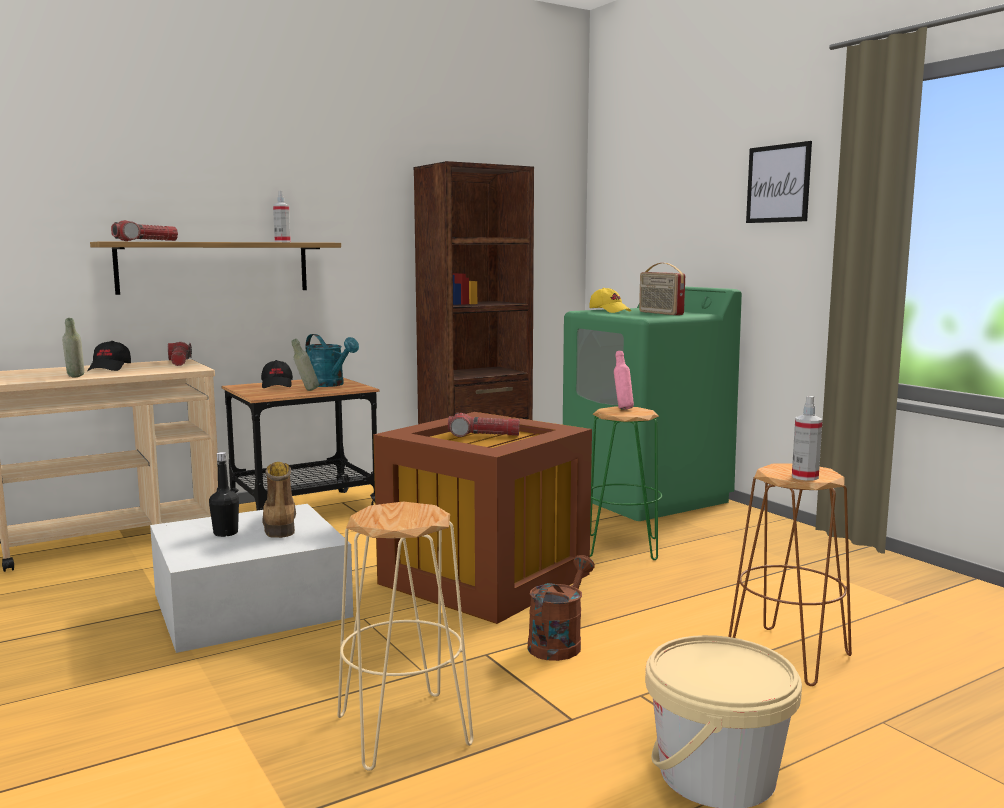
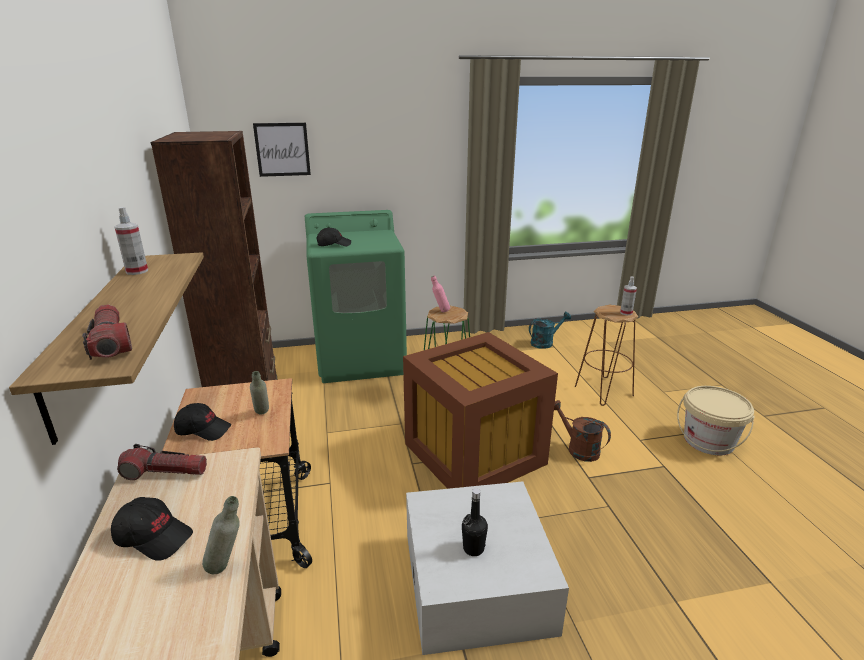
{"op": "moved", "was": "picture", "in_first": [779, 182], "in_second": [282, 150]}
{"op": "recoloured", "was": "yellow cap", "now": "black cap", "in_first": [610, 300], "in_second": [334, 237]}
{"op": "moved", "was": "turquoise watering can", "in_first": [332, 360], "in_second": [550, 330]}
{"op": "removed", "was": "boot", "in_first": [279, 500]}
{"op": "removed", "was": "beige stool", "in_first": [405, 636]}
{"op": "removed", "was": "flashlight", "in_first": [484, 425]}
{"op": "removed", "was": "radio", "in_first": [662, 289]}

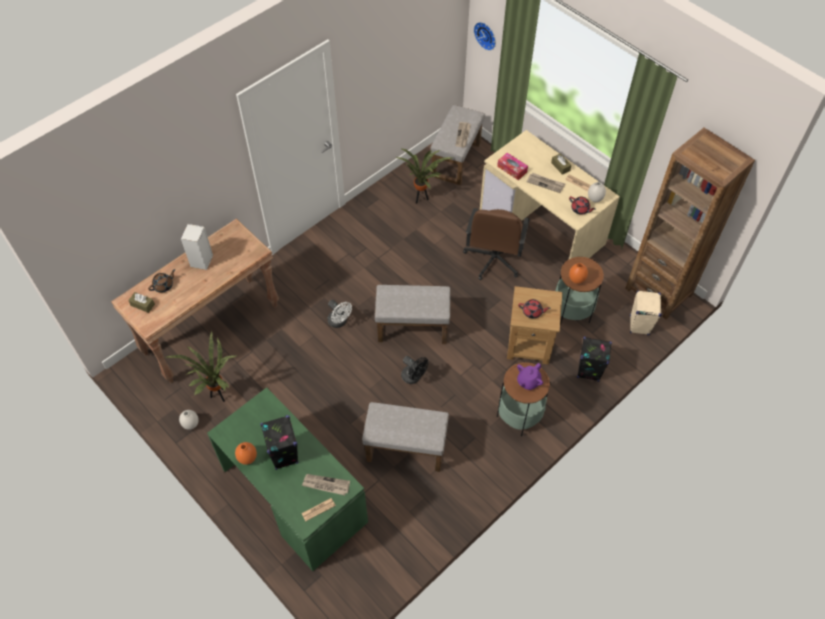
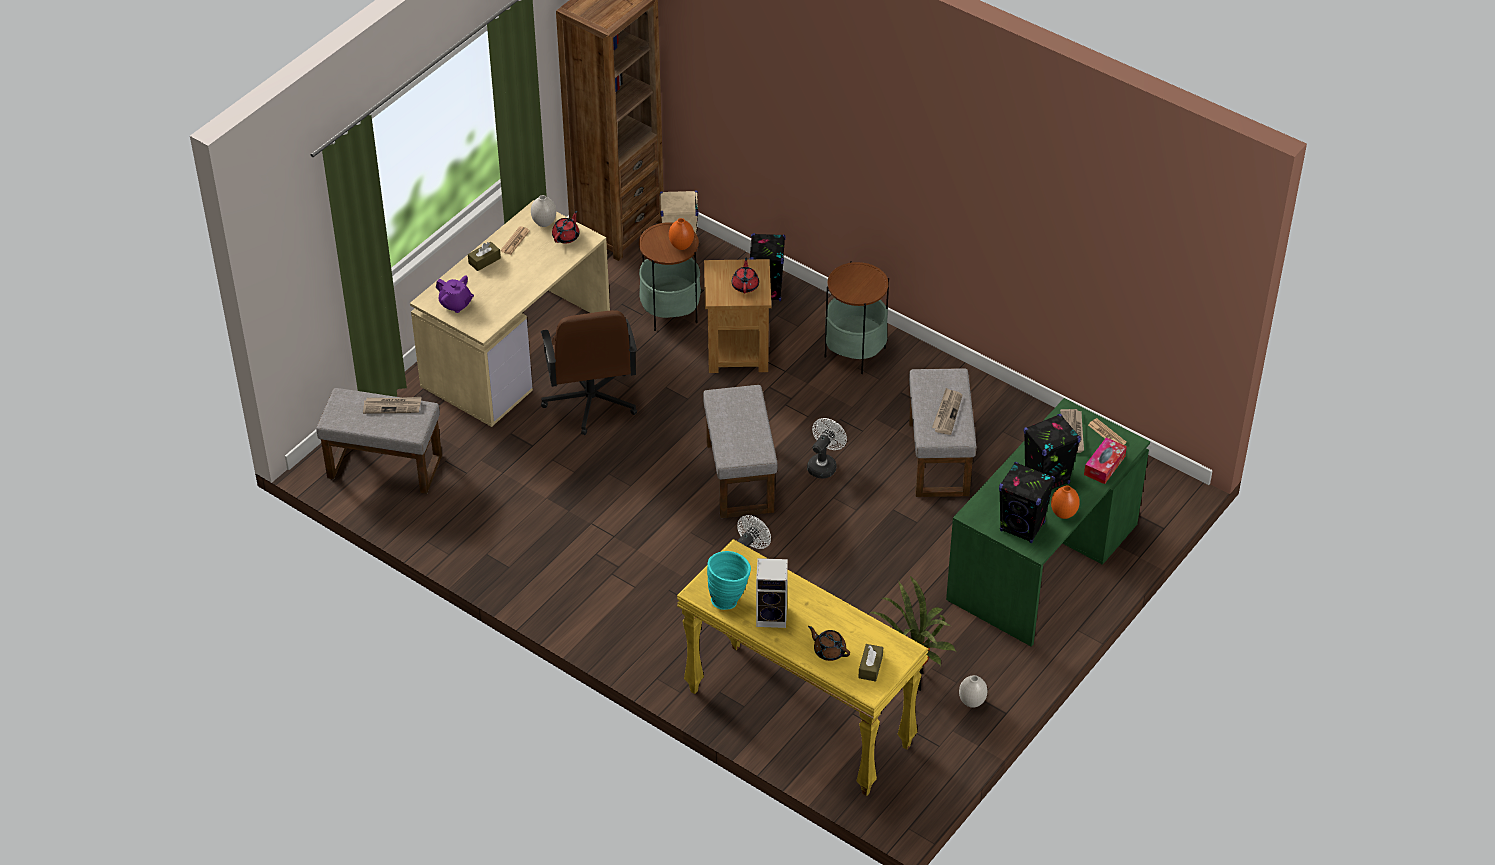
{"op": "moved", "was": "purple teapot", "in_first": [530, 376], "in_second": [455, 294]}
{"op": "turned", "was": "brown office chair", "in_first": [496, 244], "in_second": [588, 372], "clockwise": 75}
{"op": "recoloured", "was": "brown console table", "now": "yellow console table", "in_first": [195, 301], "in_second": [803, 667]}
{"op": "added", "now": "turquoise vase", "in_second": [729, 580]}
{"op": "recoloured", "was": "black fan", "now": "white fan", "in_first": [414, 370], "in_second": [827, 448]}
{"op": "moved", "was": "newspaper", "in_first": [546, 183], "in_second": [947, 411]}
{"op": "added", "now": "black speaker", "in_second": [1027, 502]}
{"op": "moved", "was": "tissue box", "in_first": [512, 166], "in_second": [1105, 460]}
{"op": "removed", "was": "potted plant", "in_first": [423, 176]}
{"op": "removed", "was": "wall clock", "in_first": [485, 36]}

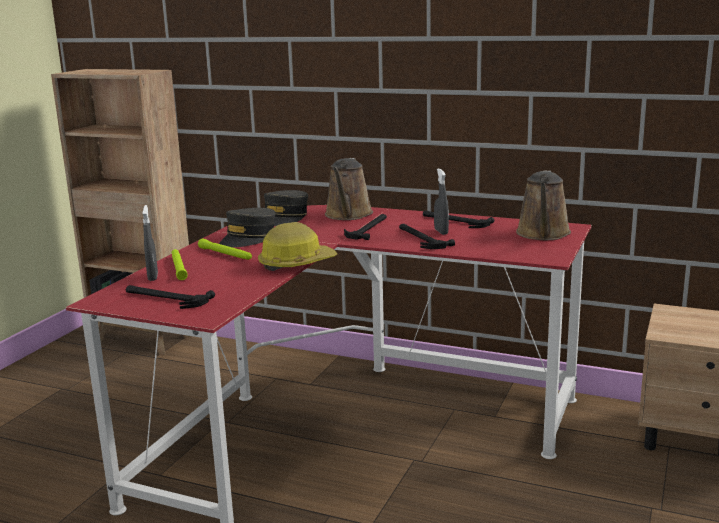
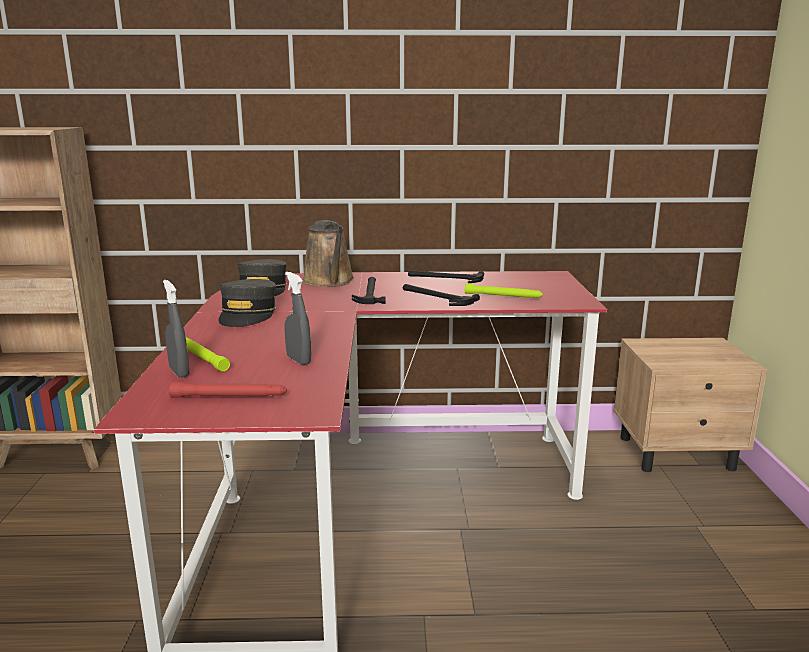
{"op": "replaced", "was": "hammer", "now": "red flashlight", "in_first": [170, 297], "in_second": [228, 389]}
{"op": "moved", "was": "grey spray bottle", "in_first": [441, 201], "in_second": [297, 318]}
{"op": "moved", "was": "green flashlight", "in_first": [225, 249], "in_second": [504, 291]}
{"op": "removed", "was": "hard hat", "in_first": [297, 246]}
{"op": "removed", "was": "brown watering can", "in_first": [543, 205]}

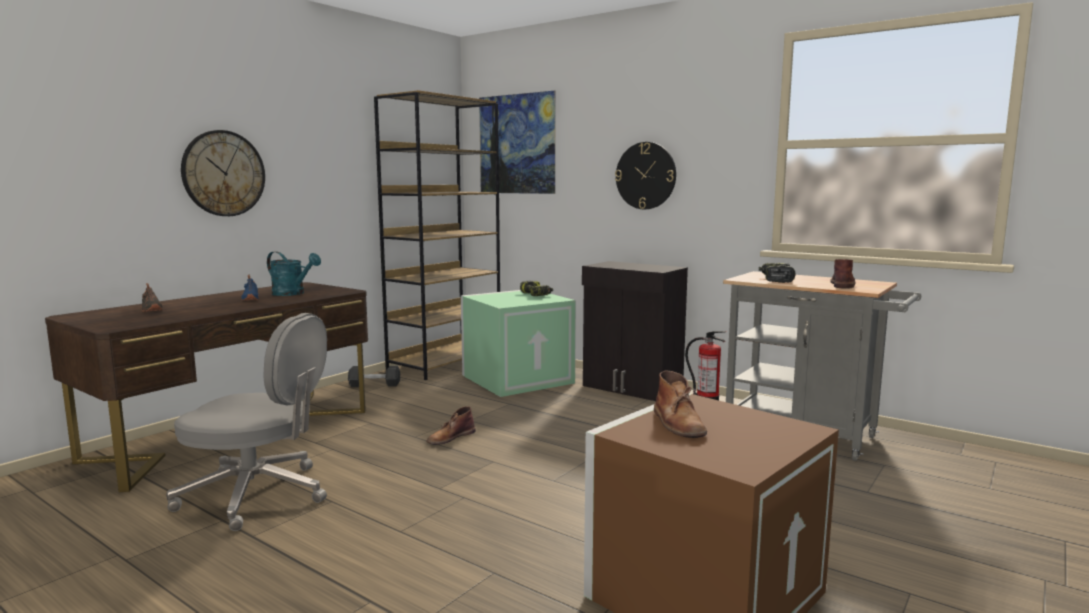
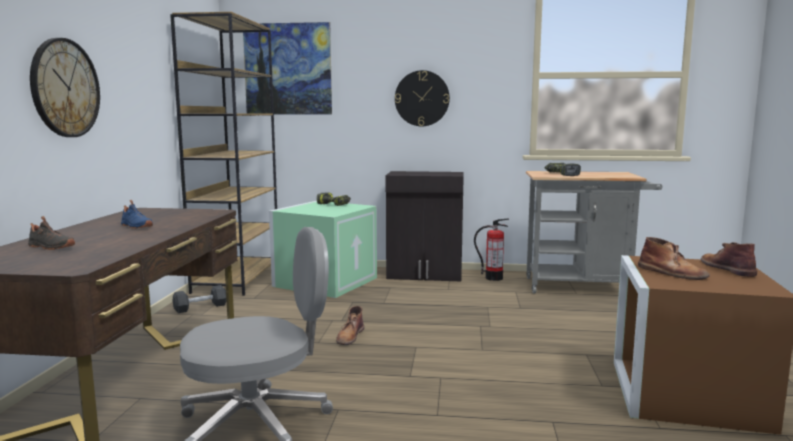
{"op": "moved", "was": "brown boot", "in_first": [843, 274], "in_second": [729, 259]}
{"op": "removed", "was": "turquoise watering can", "in_first": [294, 273]}

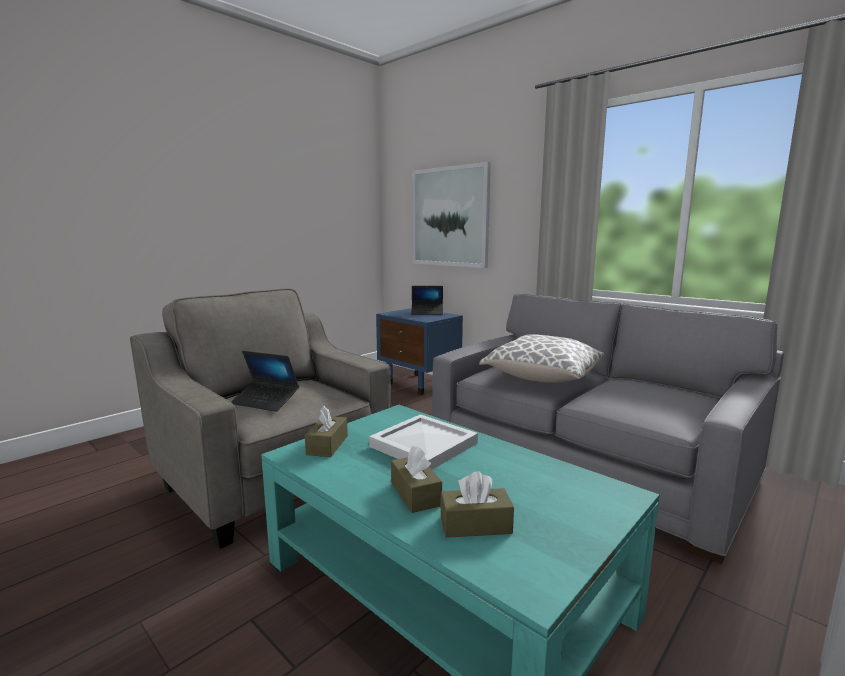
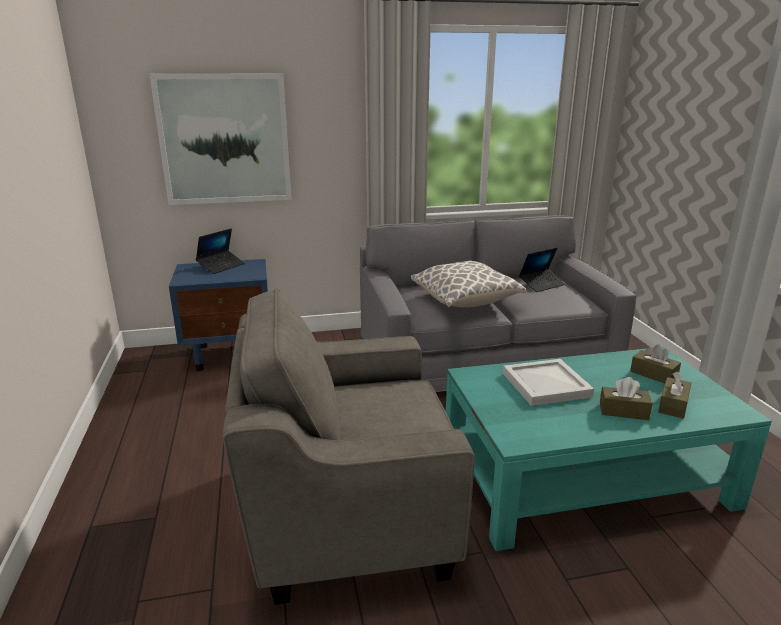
{"op": "moved", "was": "laptop", "in_first": [265, 381], "in_second": [542, 270]}
{"op": "moved", "was": "brown tissue box", "in_first": [326, 431], "in_second": [655, 363]}

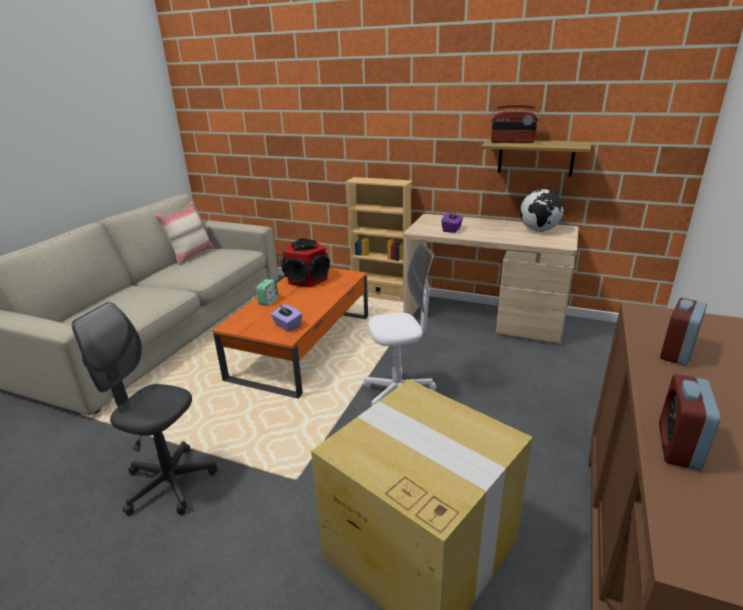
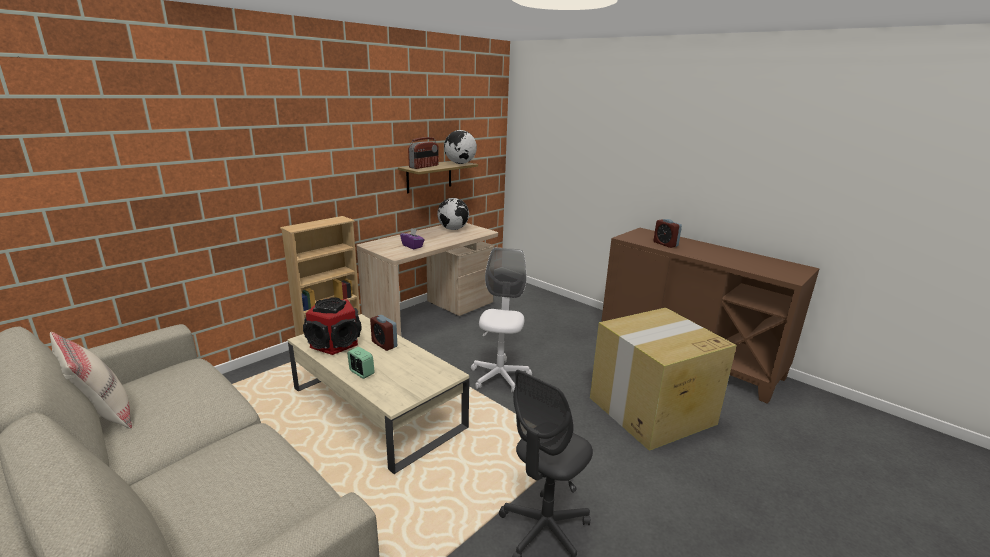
{"op": "recoloured", "was": "orange coffee table", "now": "beige coffee table", "in_first": [290, 333], "in_second": [378, 394]}
{"op": "moved", "was": "alarm clock", "in_first": [690, 422], "in_second": [383, 333]}
{"op": "added", "now": "globe", "in_second": [460, 147]}
{"op": "removed", "was": "purple tissue box", "in_first": [286, 317]}

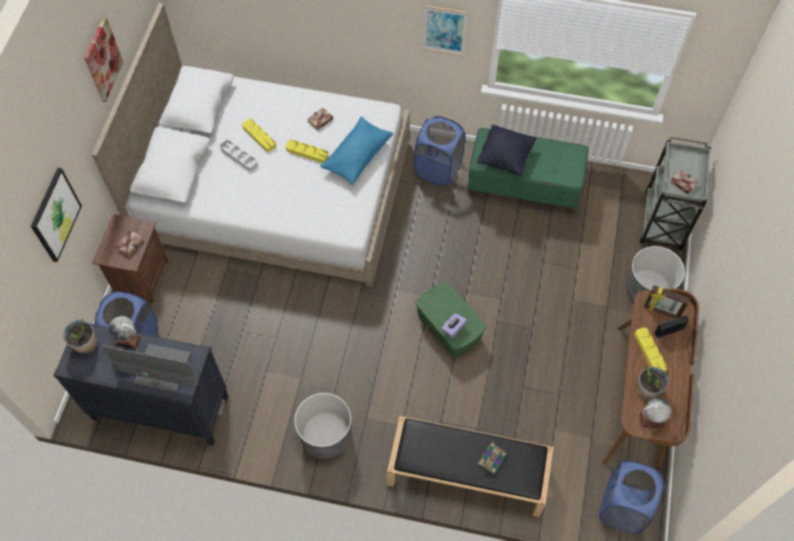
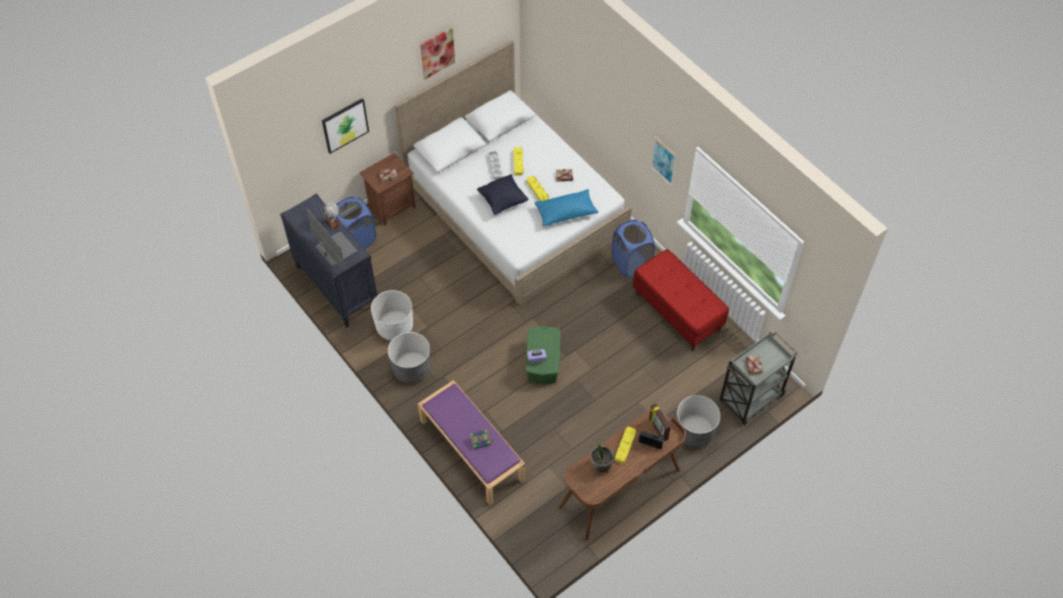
{"op": "added", "now": "white planter", "in_second": [392, 315]}
{"op": "recoloured", "was": "black bench", "now": "purple bench", "in_first": [470, 466], "in_second": [471, 442]}
{"op": "moved", "was": "black pillow", "in_first": [506, 150], "in_second": [502, 194]}
{"op": "recoloured", "was": "green bench", "now": "red bench", "in_first": [528, 171], "in_second": [681, 300]}
{"op": "removed", "was": "potted plant", "in_first": [80, 336]}
{"op": "removed", "was": "blue laundry basket", "in_first": [631, 497]}
{"op": "removed", "was": "globe", "in_first": [655, 412]}

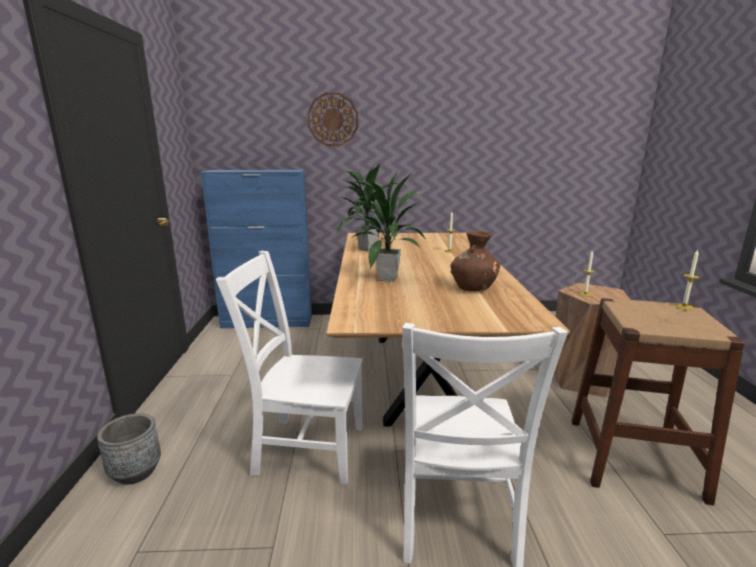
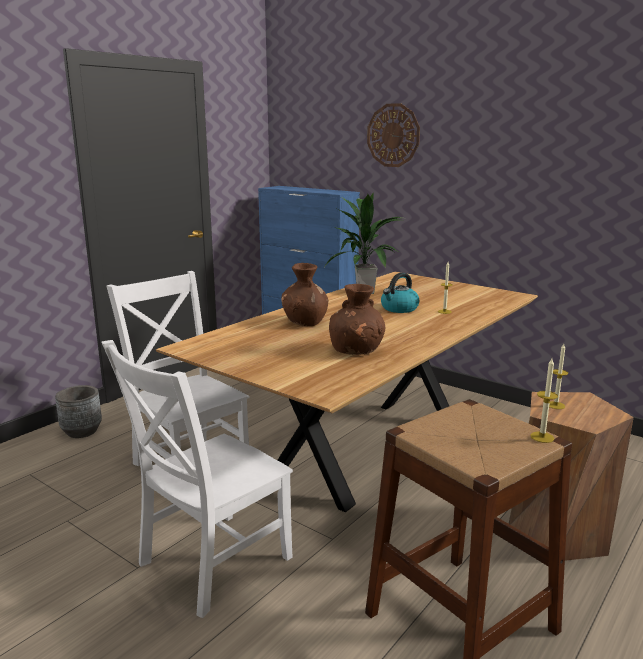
{"op": "replaced", "was": "potted plant", "now": "brown vase", "in_first": [389, 226], "in_second": [304, 294]}
{"op": "added", "now": "kettle", "in_second": [400, 293]}

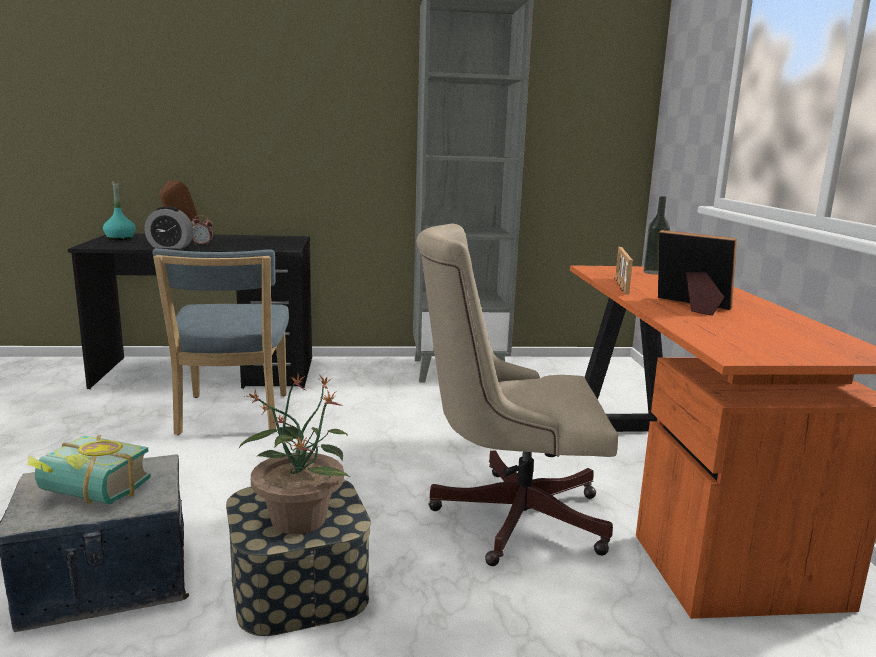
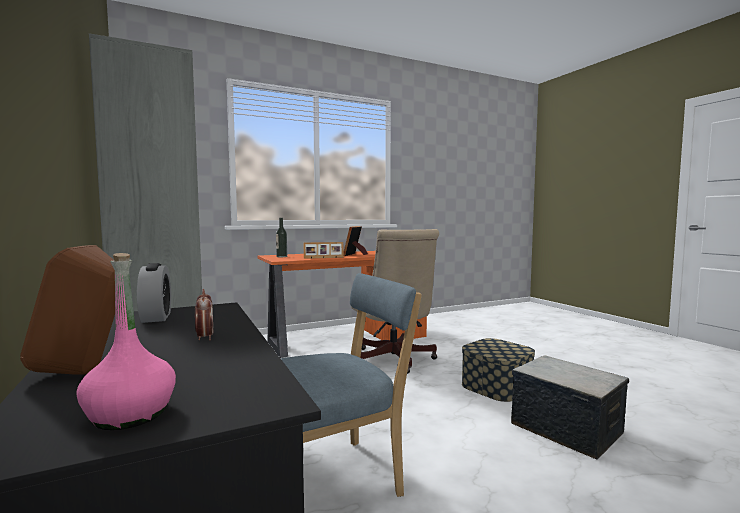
{"op": "recoloured", "was": "turquoise bottle", "now": "pink bottle", "in_first": [119, 210], "in_second": [126, 341]}
{"op": "moved", "was": "alarm clock", "in_first": [169, 227], "in_second": [154, 293]}
{"op": "removed", "was": "book", "in_first": [89, 469]}
{"op": "removed", "was": "potted plant", "in_first": [294, 453]}

